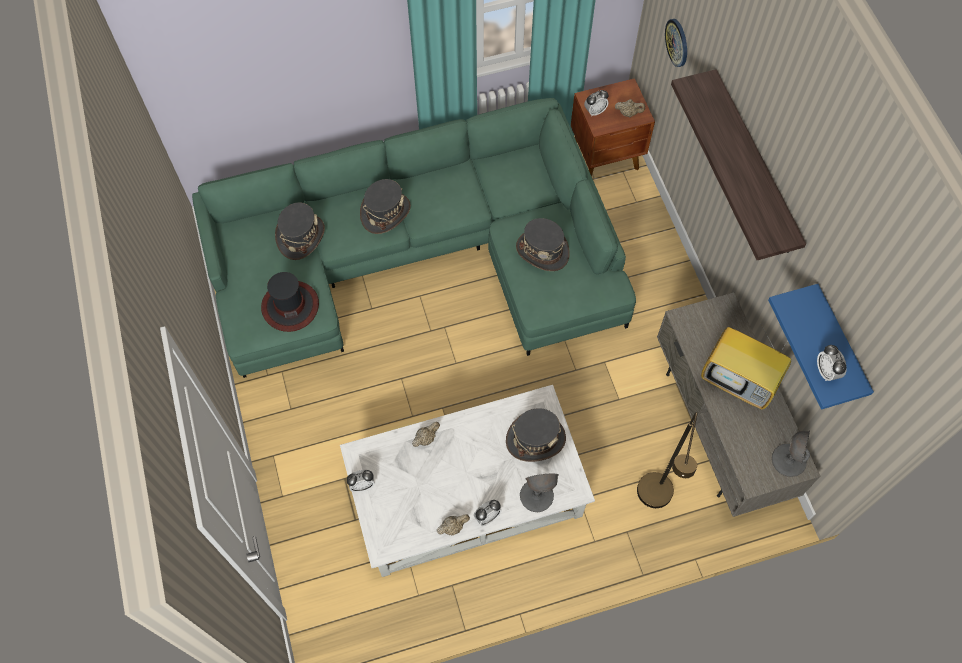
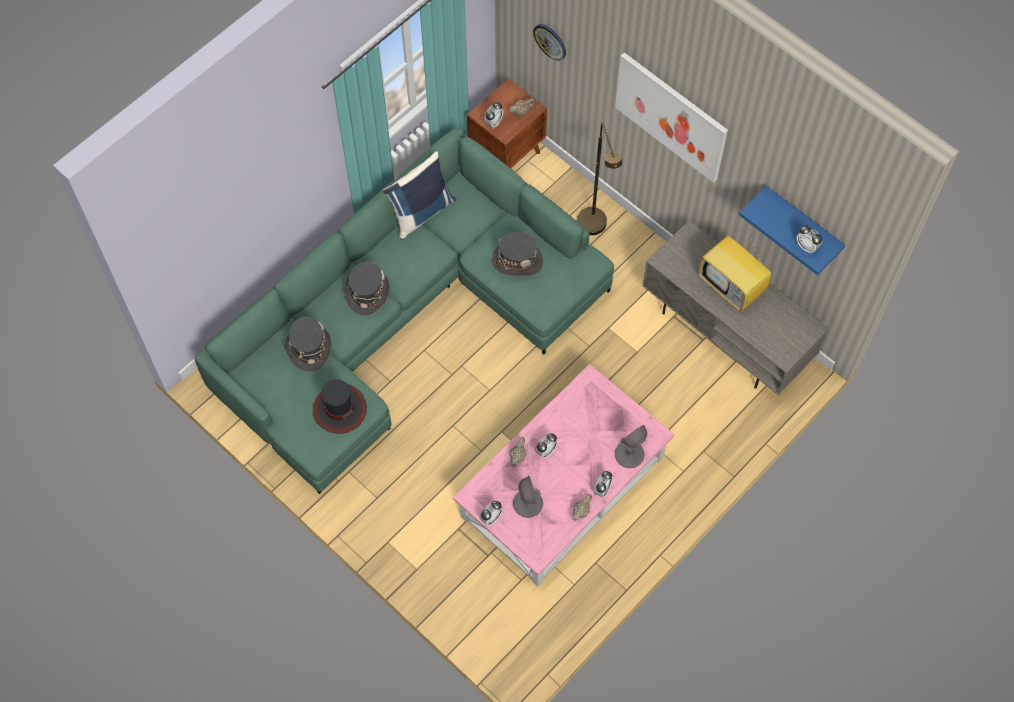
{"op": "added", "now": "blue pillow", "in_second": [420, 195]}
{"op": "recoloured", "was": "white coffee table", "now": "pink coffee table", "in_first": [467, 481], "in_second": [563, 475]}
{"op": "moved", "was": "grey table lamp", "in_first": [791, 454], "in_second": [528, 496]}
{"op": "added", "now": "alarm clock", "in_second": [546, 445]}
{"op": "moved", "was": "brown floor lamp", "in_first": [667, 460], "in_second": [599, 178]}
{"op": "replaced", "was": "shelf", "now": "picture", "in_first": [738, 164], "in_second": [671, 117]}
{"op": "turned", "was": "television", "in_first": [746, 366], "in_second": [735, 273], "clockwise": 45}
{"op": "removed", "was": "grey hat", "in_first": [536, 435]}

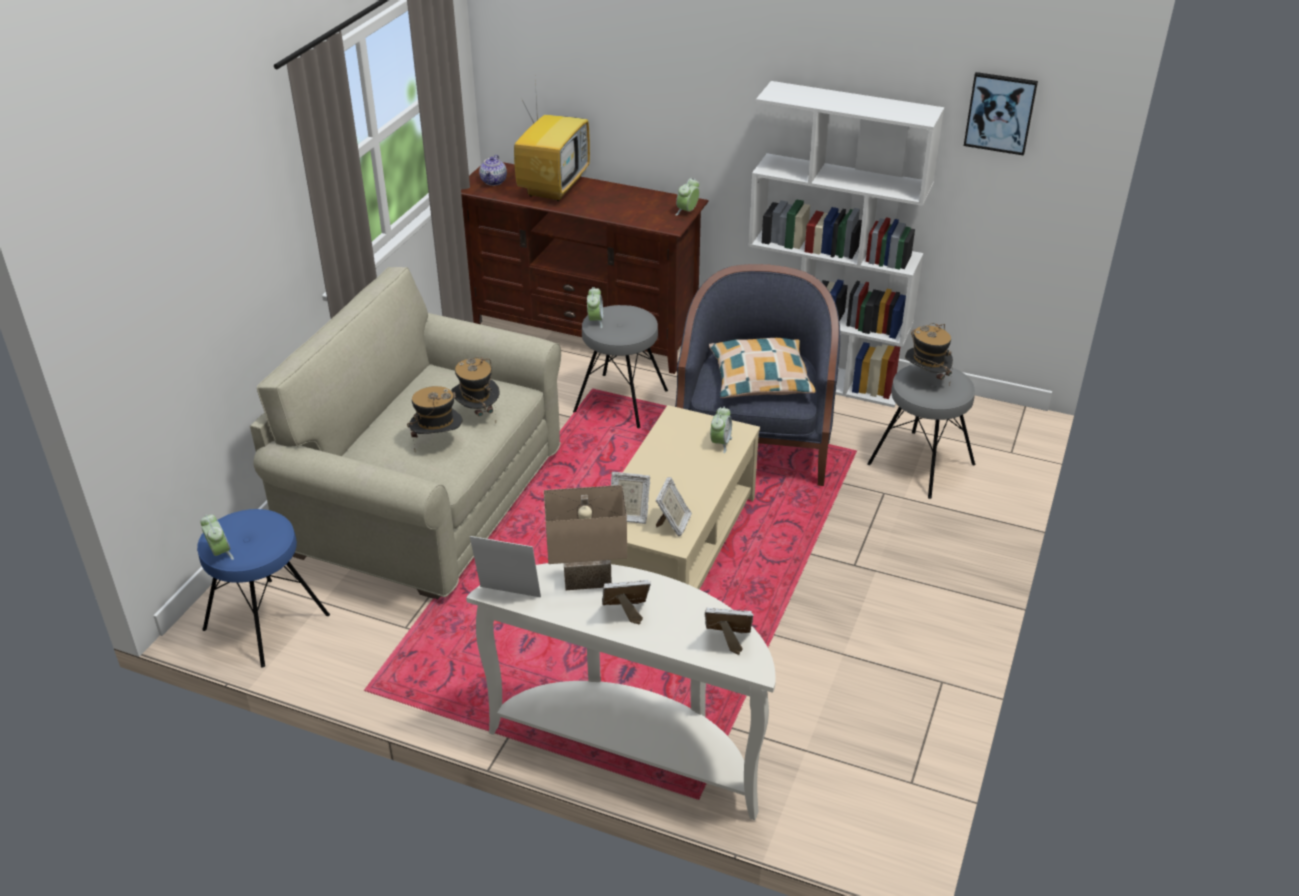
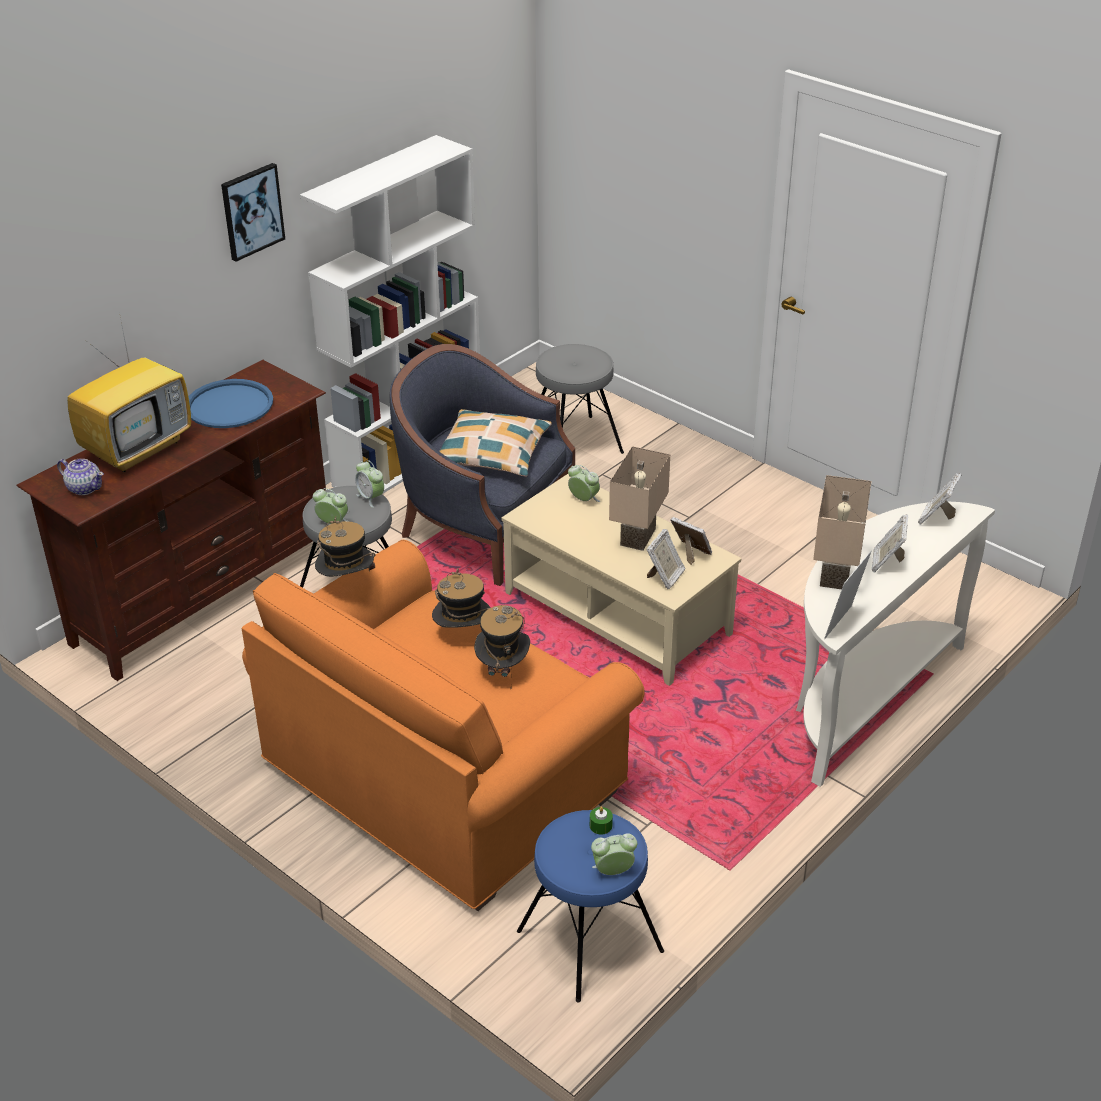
{"op": "turned", "was": "television", "in_first": [552, 141], "in_second": [129, 392], "clockwise": 90}
{"op": "added", "now": "blue tray", "in_second": [231, 403]}
{"op": "moved", "was": "picture", "in_first": [1001, 114], "in_second": [253, 212]}
{"op": "recoloured", "was": "beige sofa", "now": "orange sofa", "in_first": [405, 433], "in_second": [443, 725]}
{"op": "moved", "was": "hat", "in_first": [929, 354], "in_second": [345, 546]}
{"op": "moved", "was": "alarm clock", "in_first": [687, 197], "in_second": [369, 484]}
{"op": "added", "now": "green candle", "in_second": [601, 820]}
{"op": "added", "now": "beige table lamp", "in_second": [639, 498]}

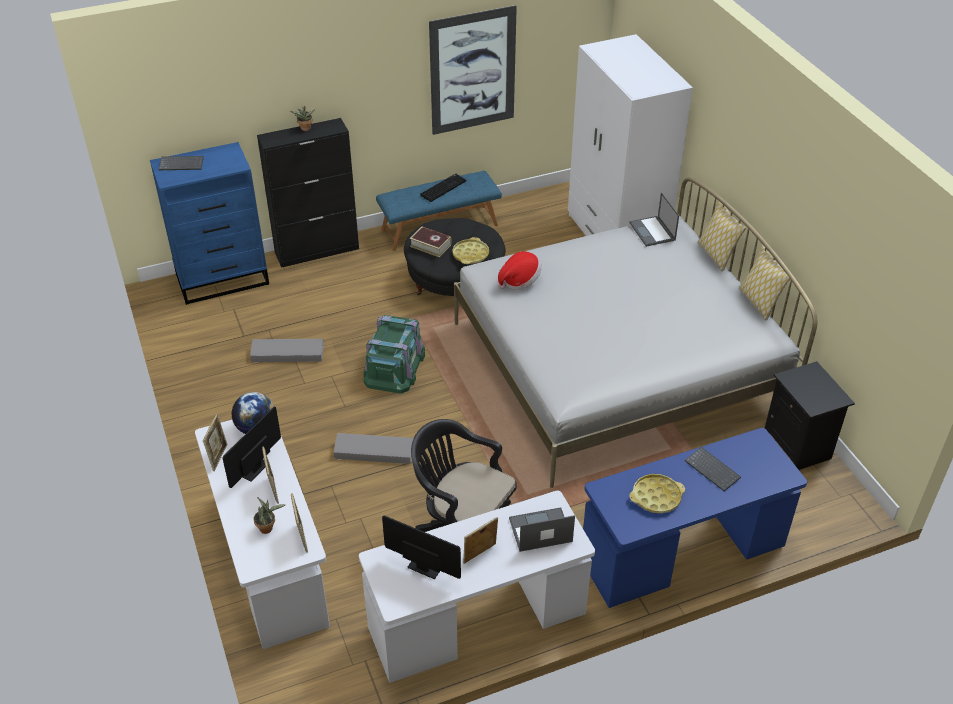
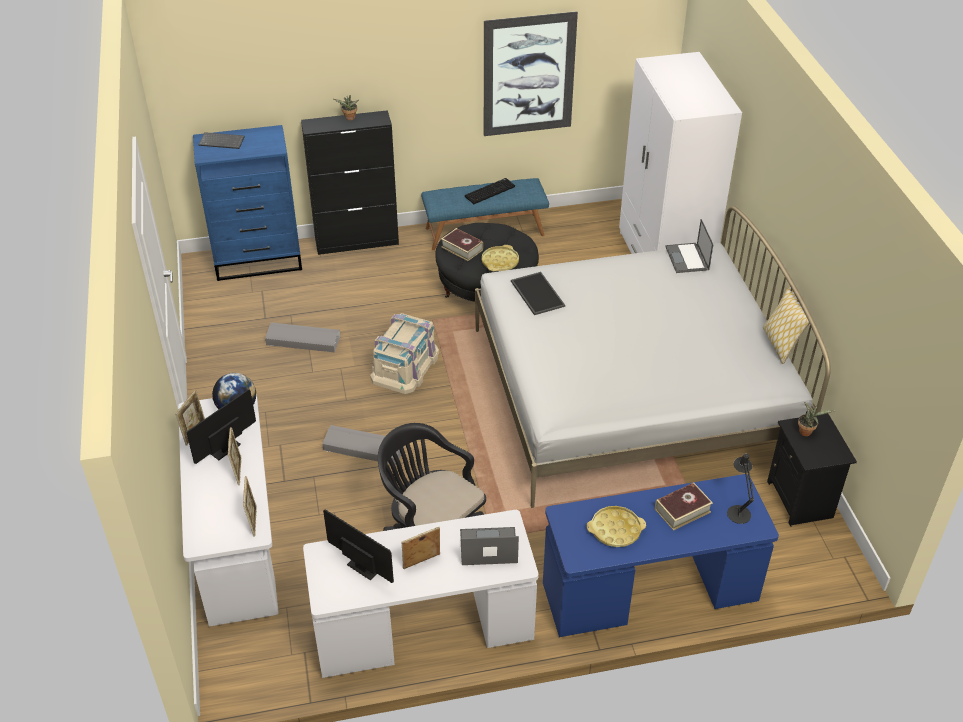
{"op": "recoloured", "was": "green storage box", "now": "beige storage box", "in_first": [394, 354], "in_second": [404, 353]}
{"op": "replaced", "was": "hat", "now": "tray", "in_first": [520, 270], "in_second": [538, 293]}
{"op": "replaced", "was": "keyboard", "now": "book", "in_first": [713, 469], "in_second": [684, 506]}
{"op": "added", "now": "black table lamp", "in_second": [740, 488]}
{"op": "moved", "was": "potted plant", "in_first": [269, 515], "in_second": [816, 419]}
{"op": "removed", "was": "pillow", "in_first": [722, 236]}

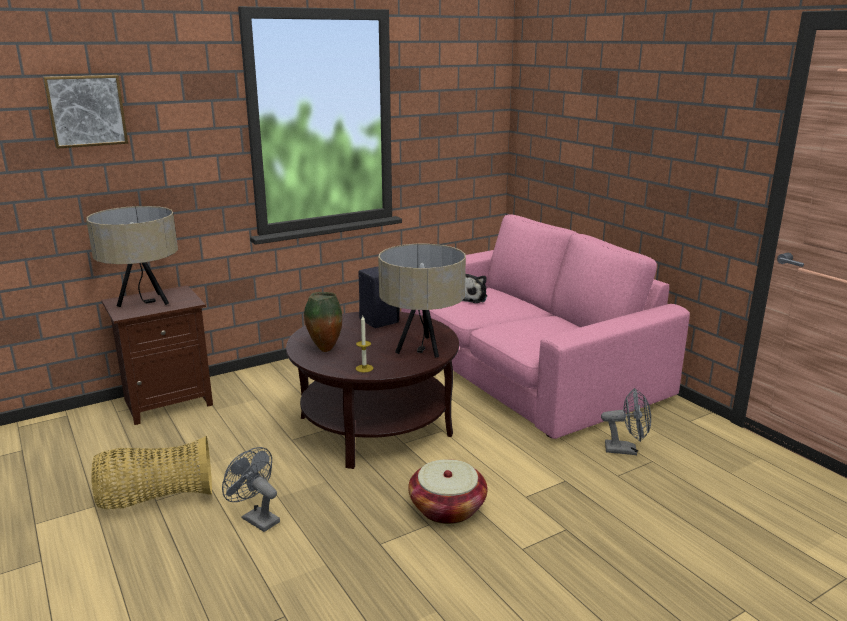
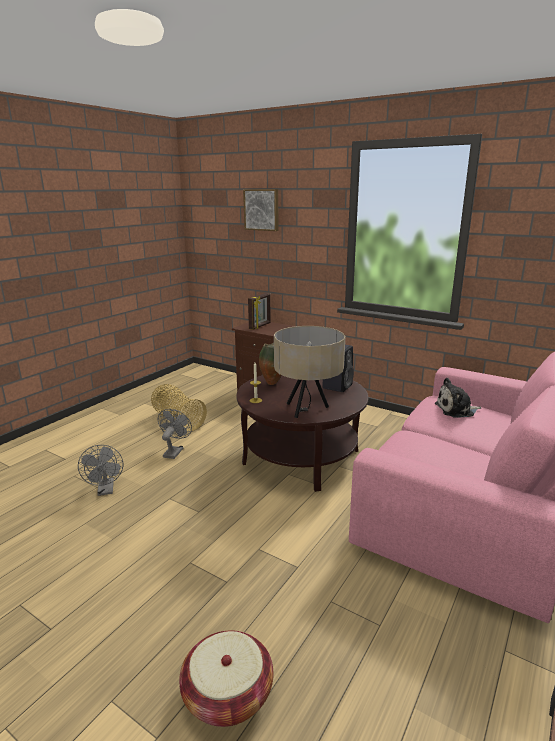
{"op": "moved", "was": "grey fan", "in_first": [626, 421], "in_second": [100, 470]}
{"op": "moved", "was": "basket", "in_first": [448, 491], "in_second": [226, 678]}
{"op": "replaced", "was": "beige table lamp", "now": "picture frame", "in_first": [132, 256], "in_second": [259, 311]}

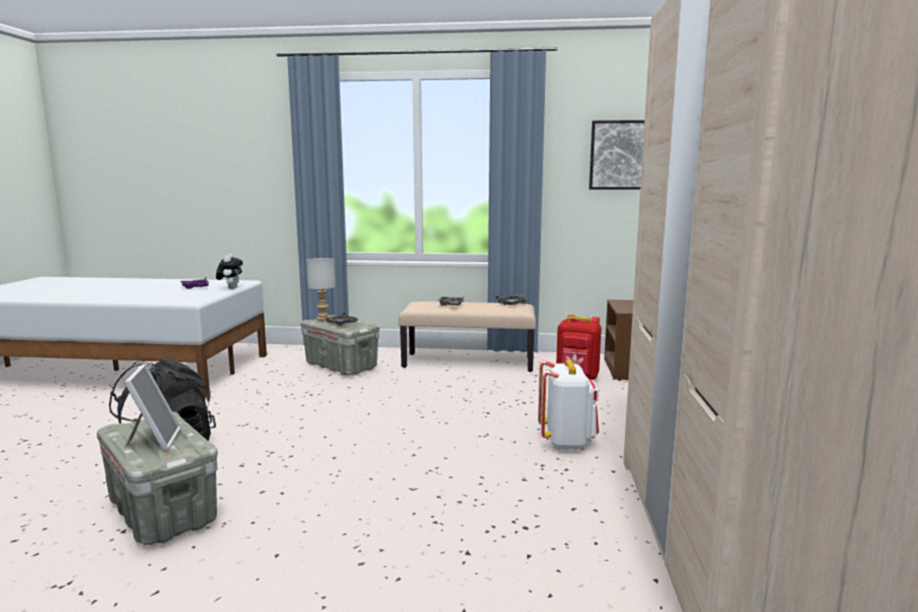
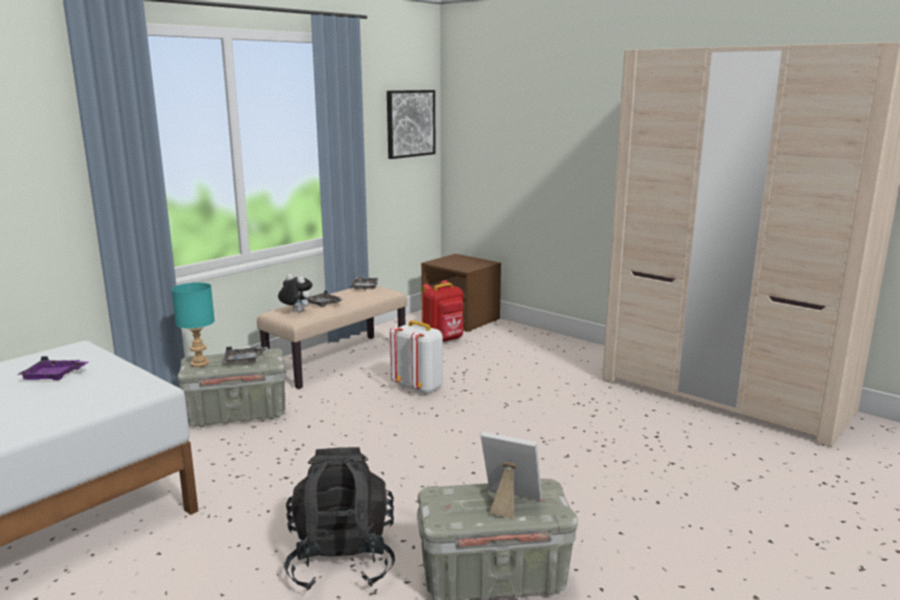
{"op": "recoloured", "was": "grey table lamp", "now": "turquoise table lamp", "in_first": [321, 289], "in_second": [193, 324]}
{"op": "moved", "was": "plush toy", "in_first": [229, 271], "in_second": [295, 293]}
{"op": "moved", "was": "white backpack", "in_first": [568, 405], "in_second": [416, 357]}

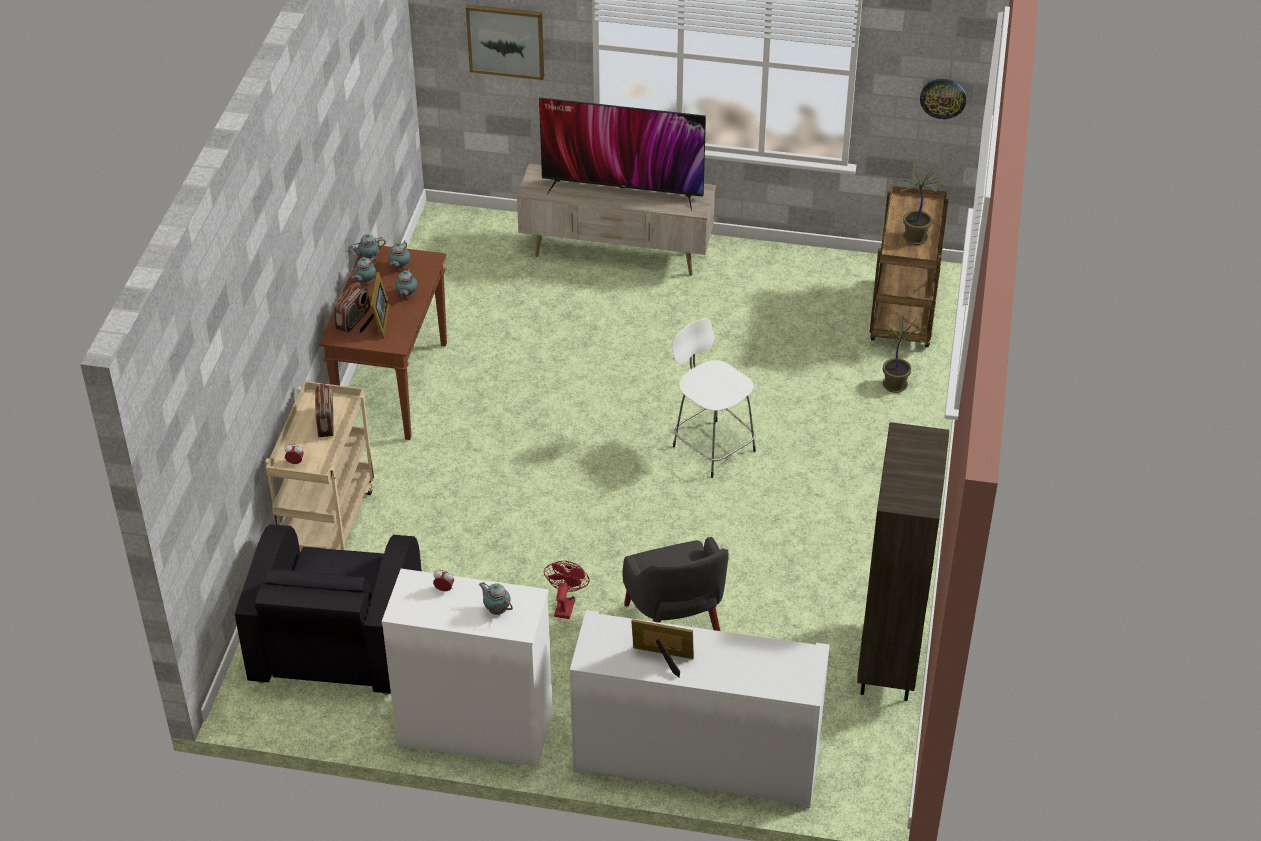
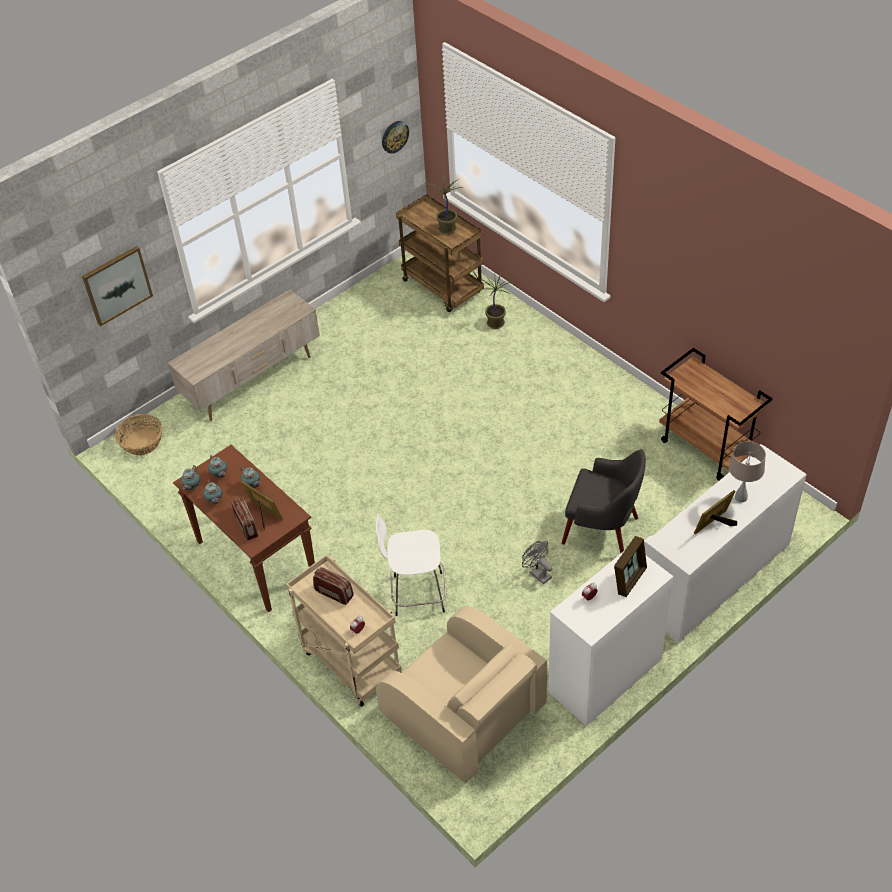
{"op": "added", "now": "basket", "in_second": [138, 434]}
{"op": "moved", "was": "white stool", "in_first": [713, 398], "in_second": [411, 565]}
{"op": "recoloured", "was": "black armchair", "now": "beige armchair", "in_first": [328, 609], "in_second": [461, 694]}
{"op": "recoloured", "was": "red fan", "now": "grey fan", "in_first": [567, 590], "in_second": [537, 562]}
{"op": "replaced", "was": "teapot", "now": "picture frame", "in_first": [496, 599], "in_second": [630, 566]}
{"op": "replaced", "was": "brown bookcase", "now": "brown cart", "in_first": [903, 561], "in_second": [716, 414]}
{"op": "added", "now": "beige table lamp", "in_second": [747, 471]}
{"op": "removed", "was": "television", "in_first": [622, 154]}

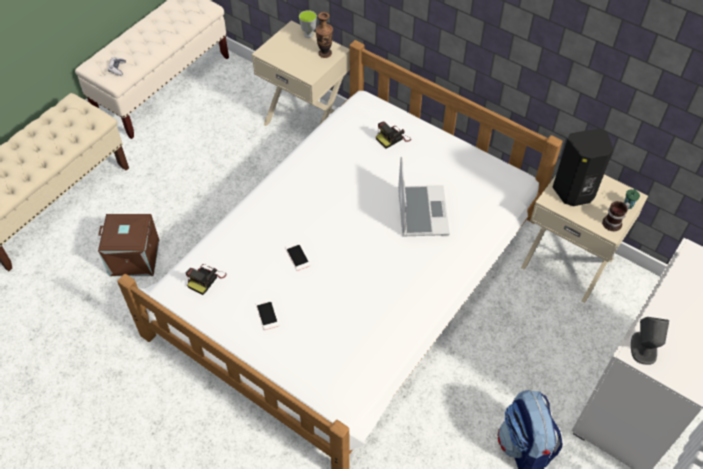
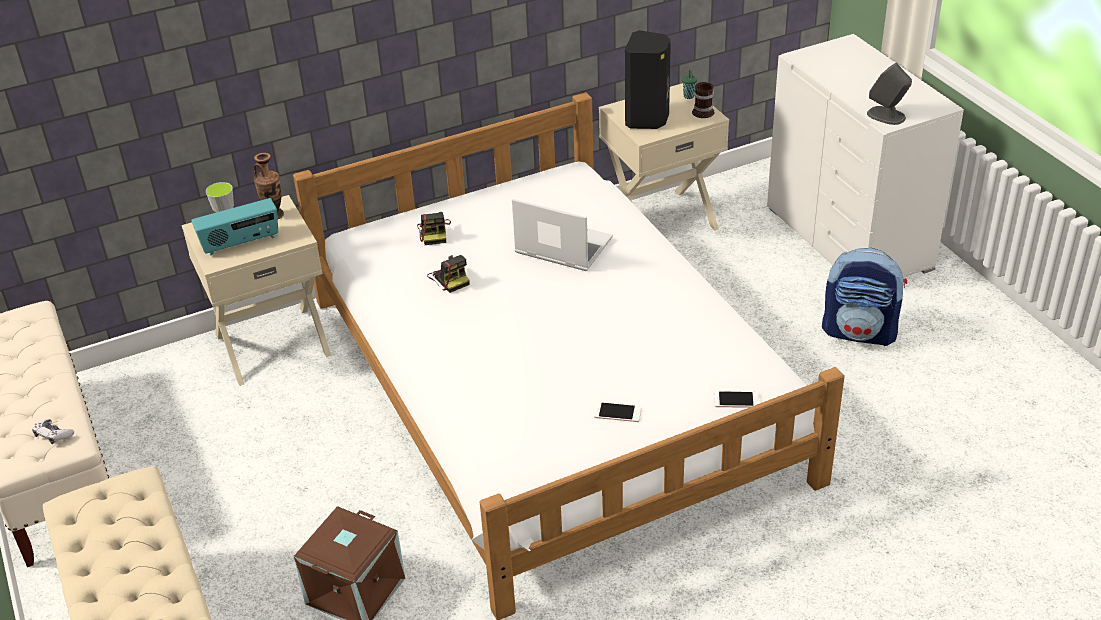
{"op": "added", "now": "radio", "in_second": [234, 227]}
{"op": "moved", "was": "photo camera", "in_first": [206, 279], "in_second": [448, 274]}
{"op": "moved", "was": "phone", "in_first": [298, 256], "in_second": [737, 399]}

